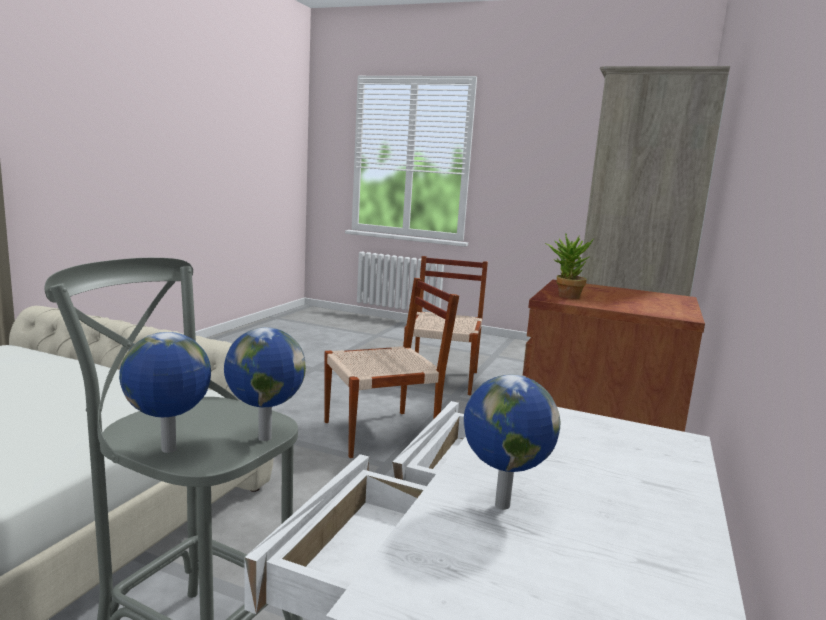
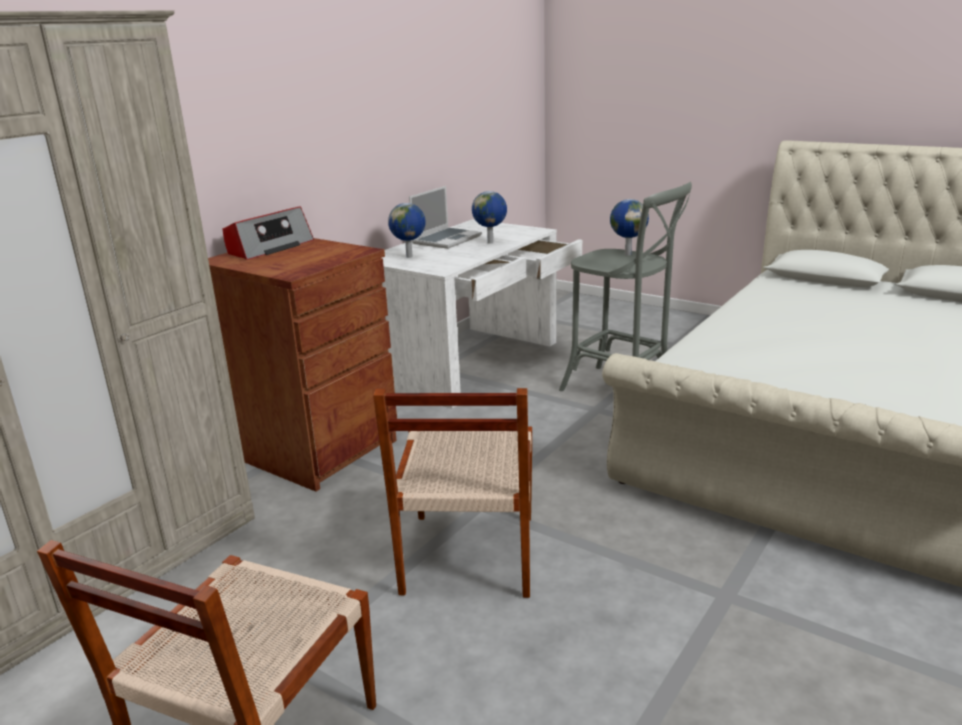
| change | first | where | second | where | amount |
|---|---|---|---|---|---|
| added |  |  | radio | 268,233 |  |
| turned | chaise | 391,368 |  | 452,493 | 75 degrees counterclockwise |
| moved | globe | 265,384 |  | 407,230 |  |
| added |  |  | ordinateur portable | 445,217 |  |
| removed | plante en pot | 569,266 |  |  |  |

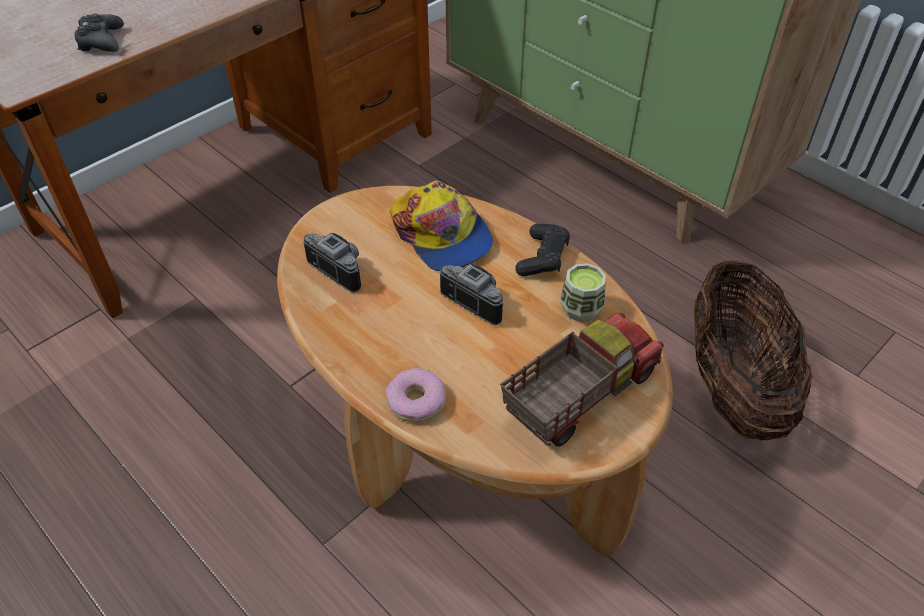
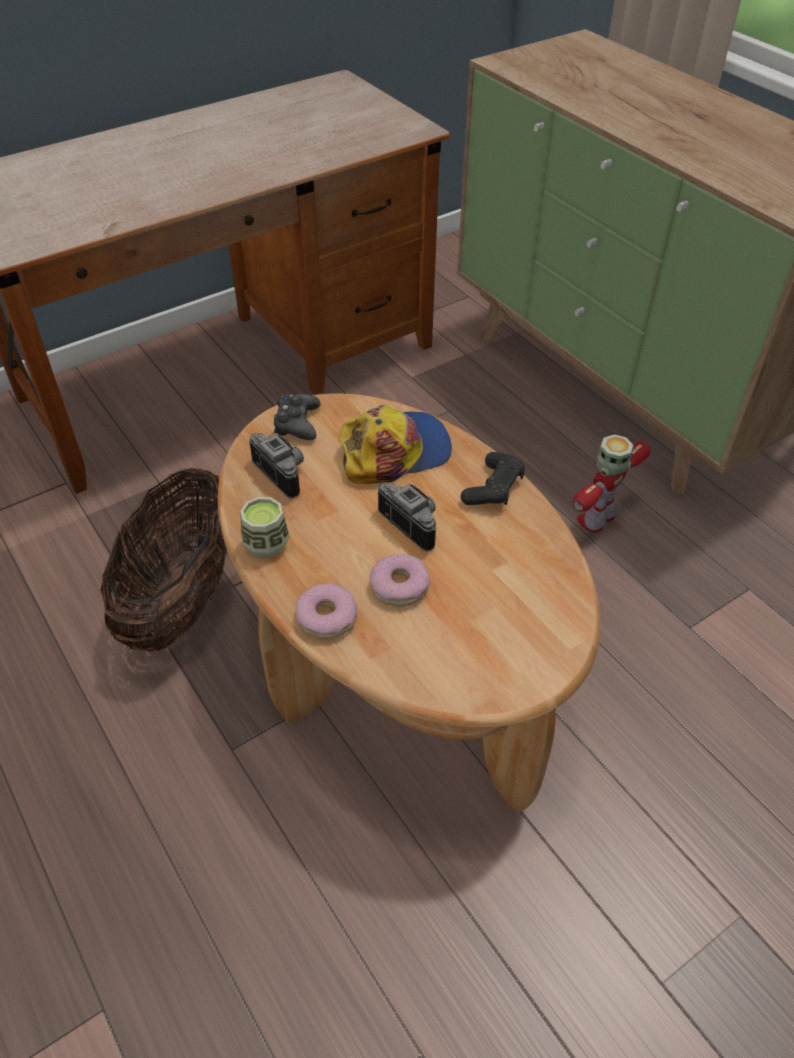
| change | first | where | second | where | amount |
|---|---|---|---|---|---|
| moved | panier | 753,350 |  | 163,560 |  |
| moved | tasse | 583,292 |  | 264,527 |  |
| moved | manette/noir | 99,33 |  | 297,417 |  |
| turned | casquette | 441,225 |  | 395,444 | 90 degrees counterclockwise |
| added |  |  | beignet | 399,580 |  |
| added |  |  | robot jouet | 611,483 |  |
| removed | camion jouet | 582,379 |  |  |  |

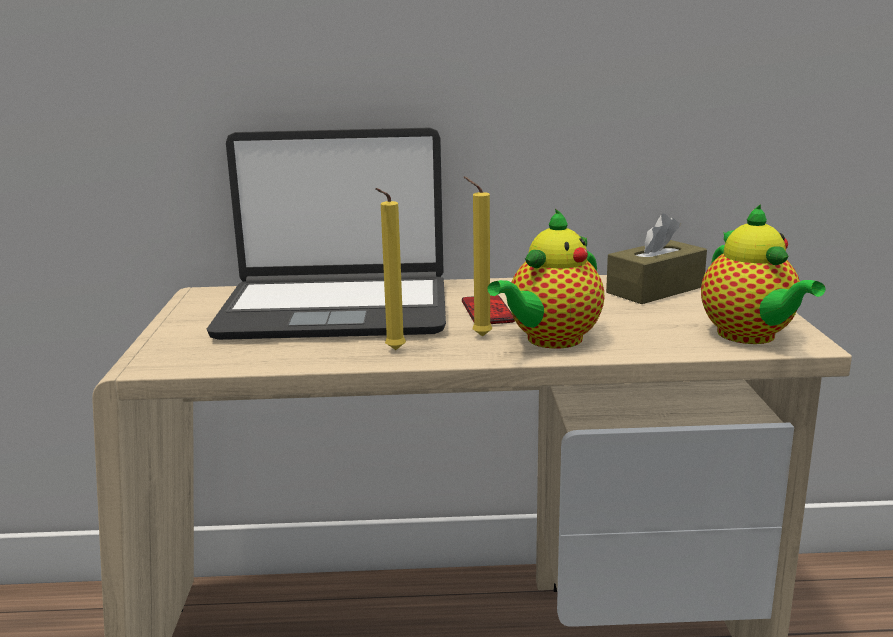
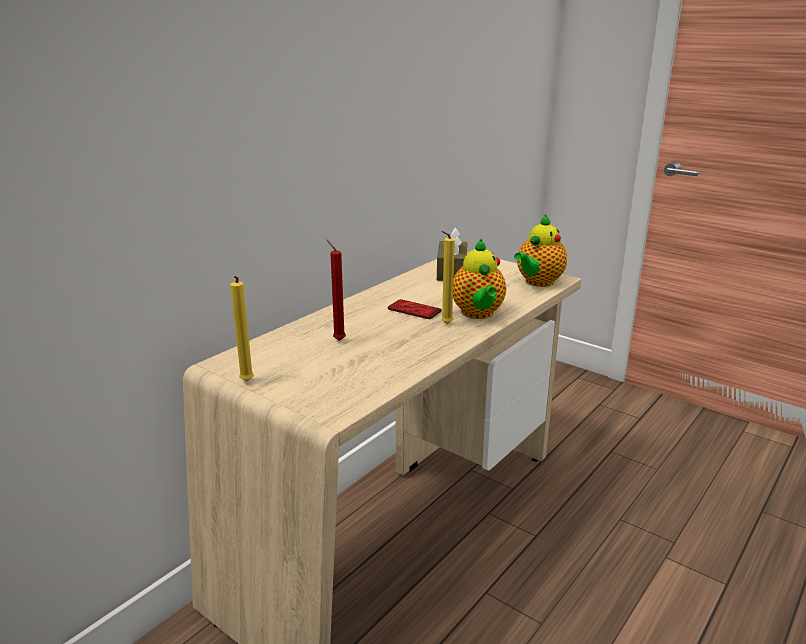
| change | first | where | second | where | amount |
|---|---|---|---|---|---|
| moved | bougie/jaune | 390,269 |  | 242,328 |  |
| replaced | ordinateur portable | 326,234 | bougie/rouge | 336,290 |  |
| turned | théière | 763,274 |  | 540,251 | 105 degrees clockwise |

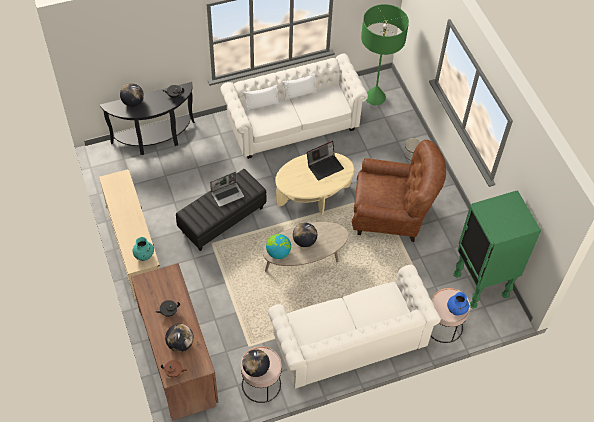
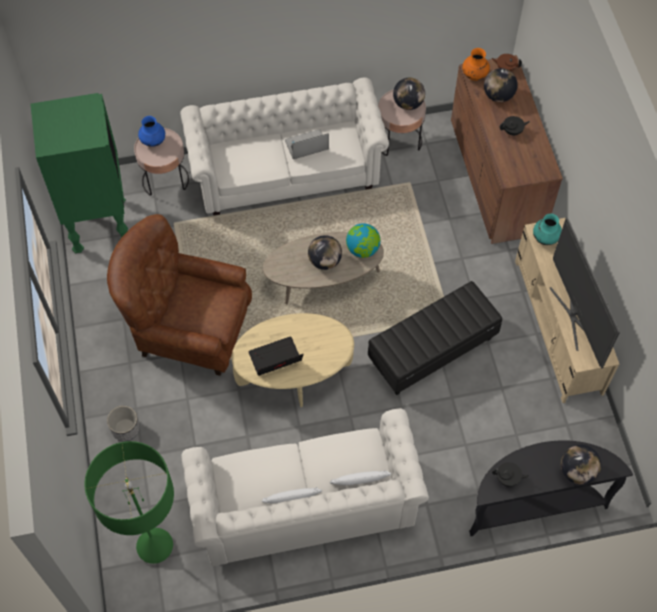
| change | first | where | second | where | amount |
|---|---|---|---|---|---|
| moved | ordinateur portable | 227,189 |  | 307,144 |  |
| added |  |  | vase/orange | 476,64 |  |
| added |  |  | téléviseur | 584,292 |  |

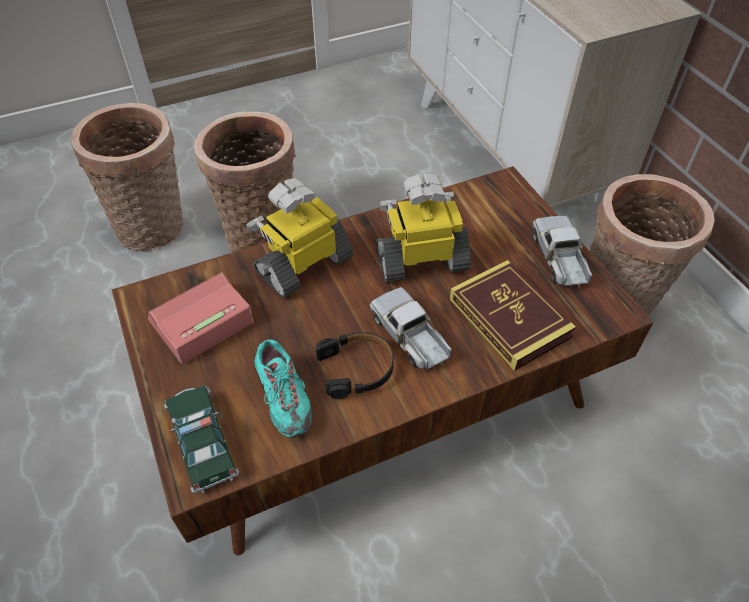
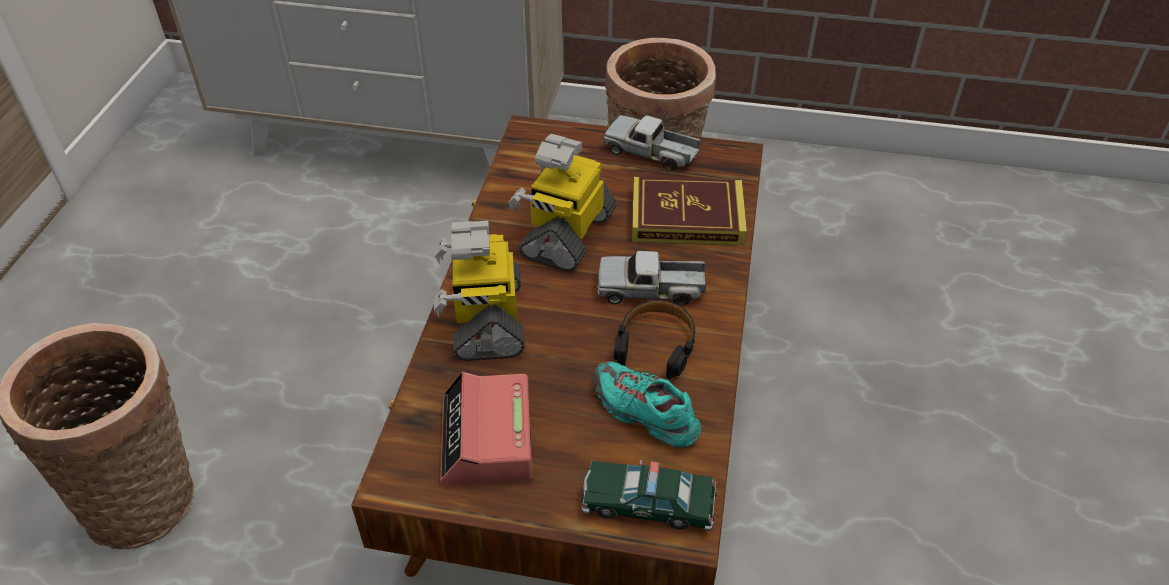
| change | first | where | second | where | amount |
|---|---|---|---|---|---|
| turned | chaussure/turquoise | 283,388 |  | 647,404 | 150 degrees counterclockwise |
| removed | panier | 245,182 |  |  |  |

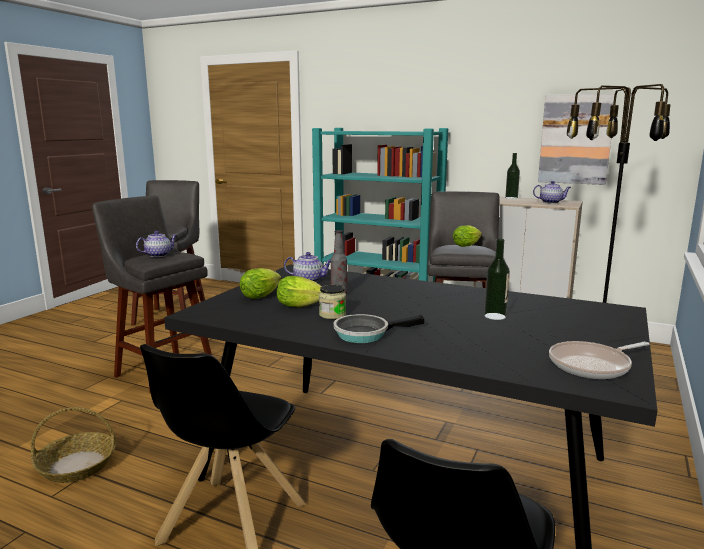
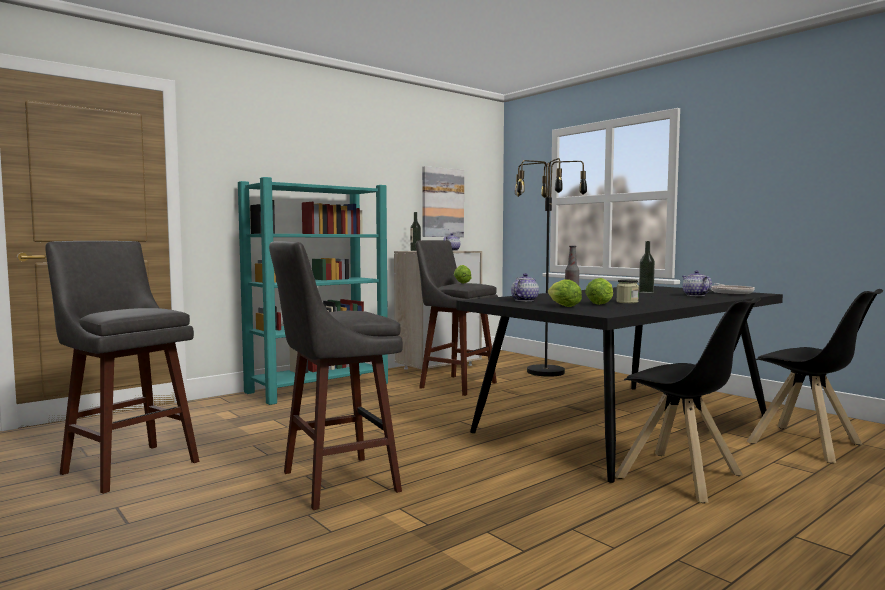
| change | first | where | second | where | amount |
|---|---|---|---|---|---|
| moved | théière | 156,244 |  | 697,283 |  |
| removed | panier | 73,445 |  |  |  |
| removed | poêle | 378,328 |  |  |  |

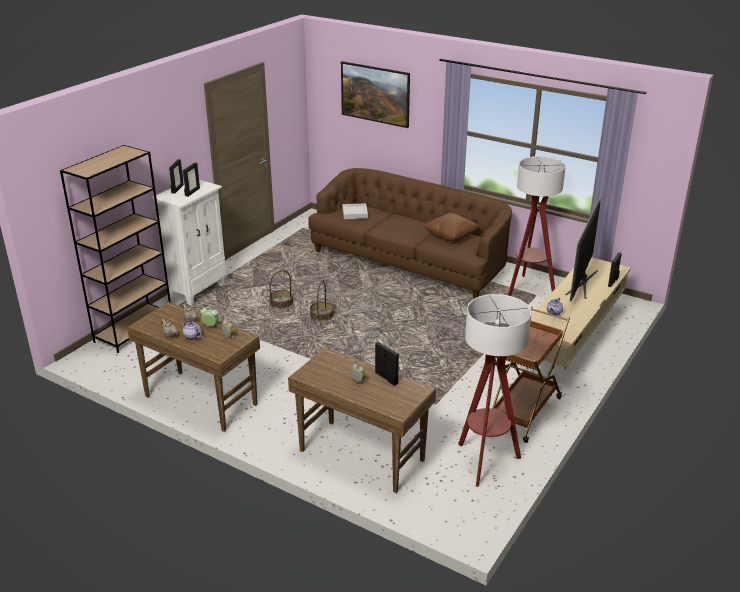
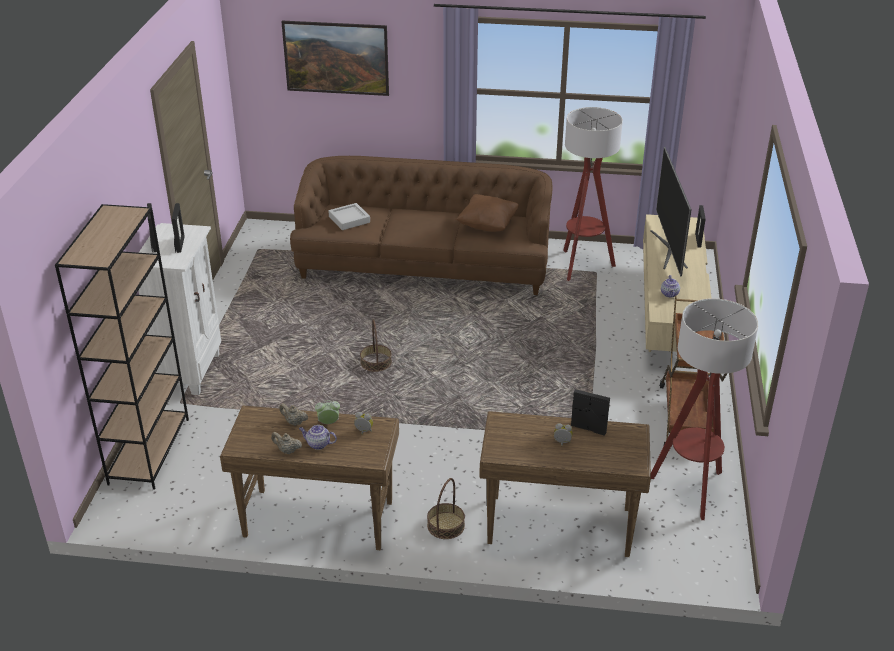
| change | first | where | second | where | amount |
|---|---|---|---|---|---|
| moved | panier | 281,289 |  | 446,508 |  |

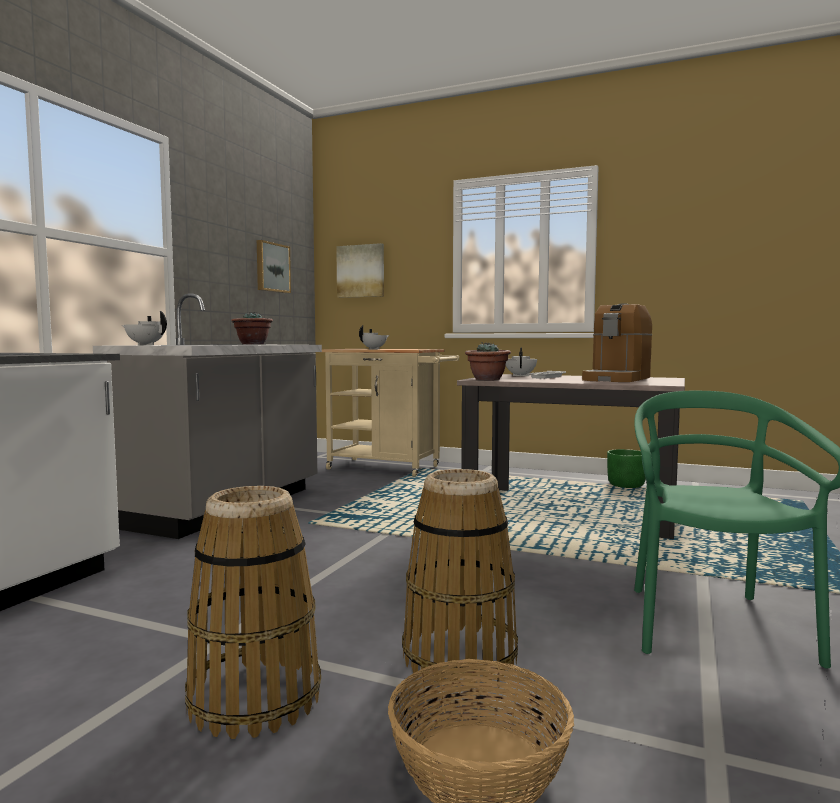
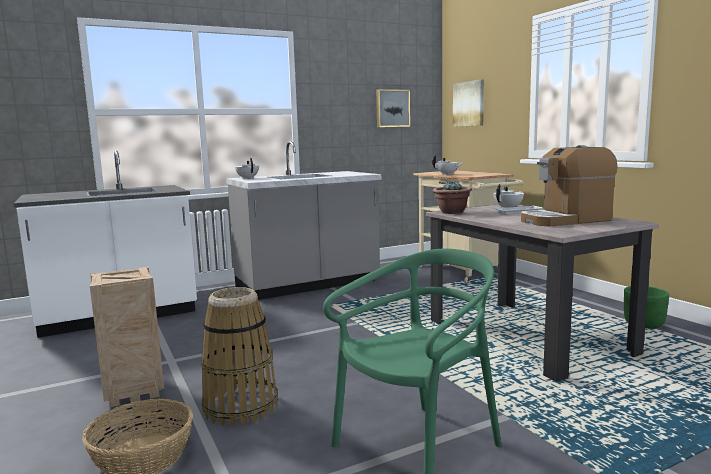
| change | first | where | second | where | amount |
|---|---|---|---|---|---|
| replaced | panier | 253,612 | caisse | 127,337 |  |
| removed | plante en pot | 252,328 |  |  |  |

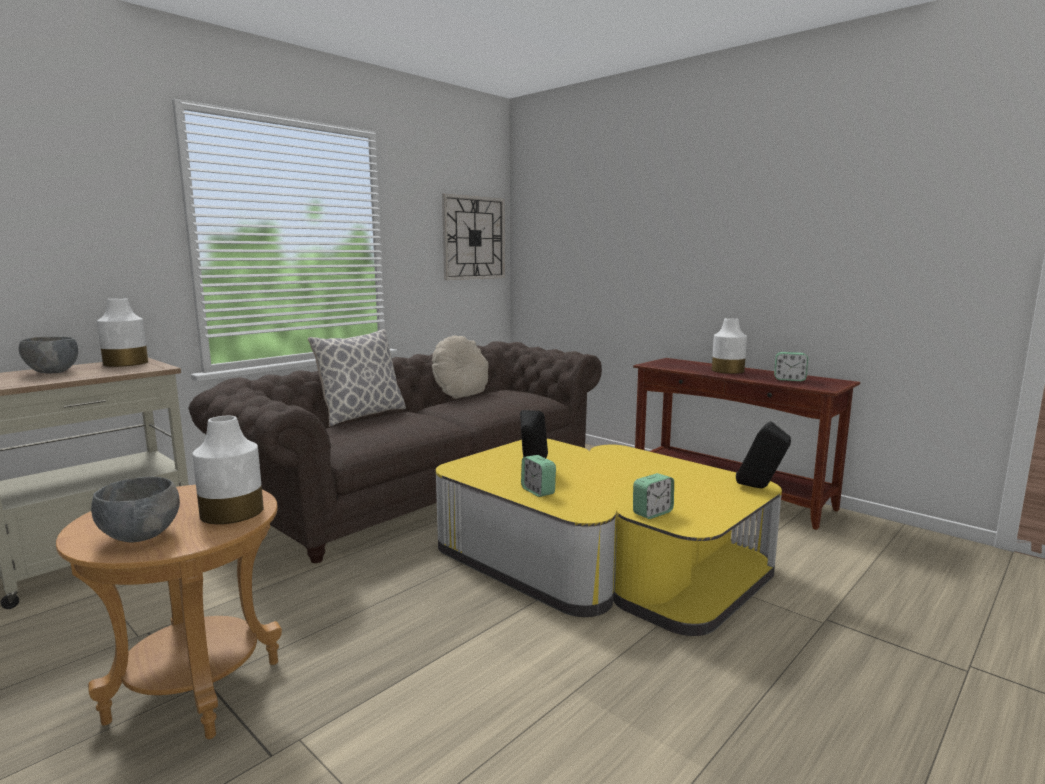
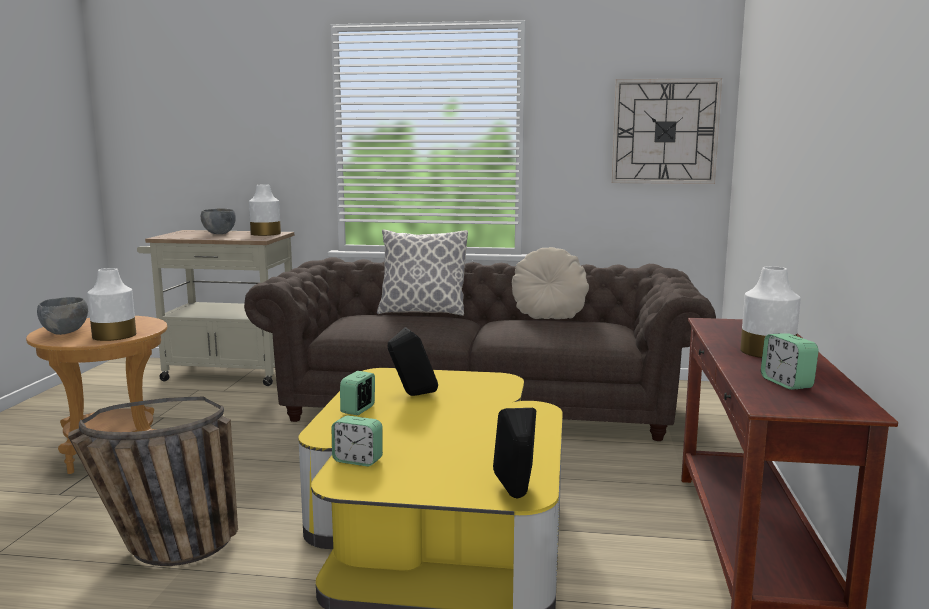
| change | first | where | second | where | amount |
|---|---|---|---|---|---|
| added |  |  | panier | 153,481 |  |

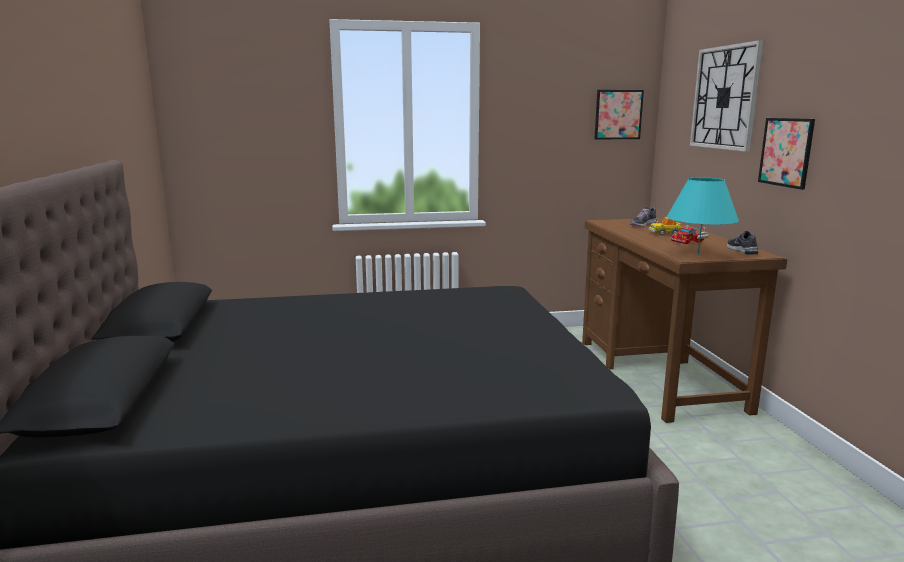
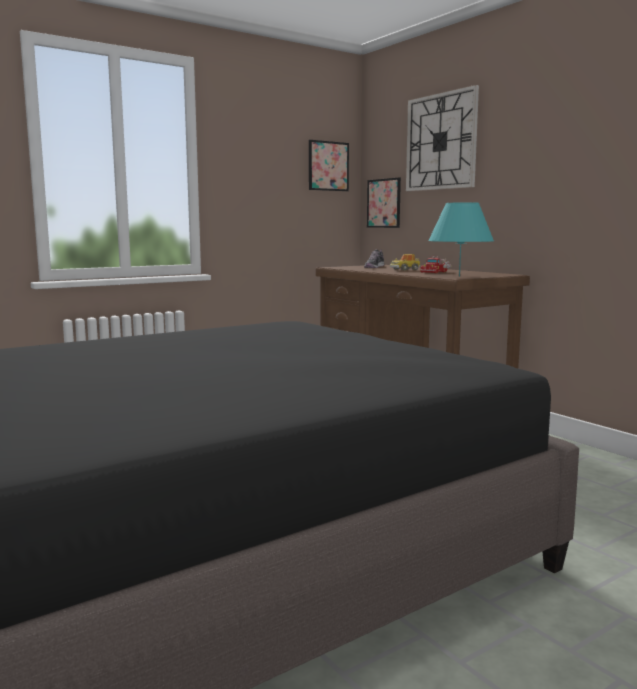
| change | first | where | second | where | amount |
|---|---|---|---|---|---|
| moved | tableau | 786,154 |  | 384,203 |  |
| removed | chaussure | 742,243 |  |  |  |

